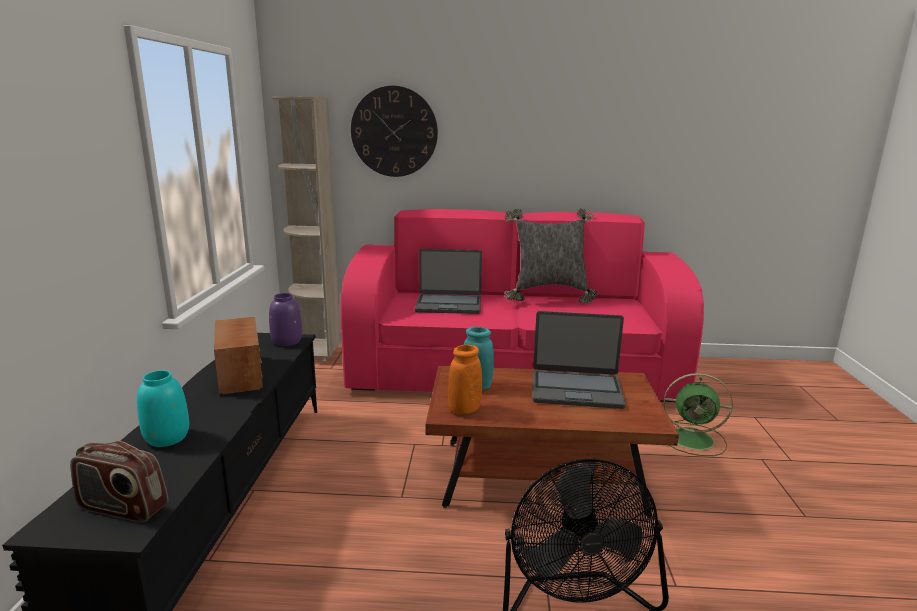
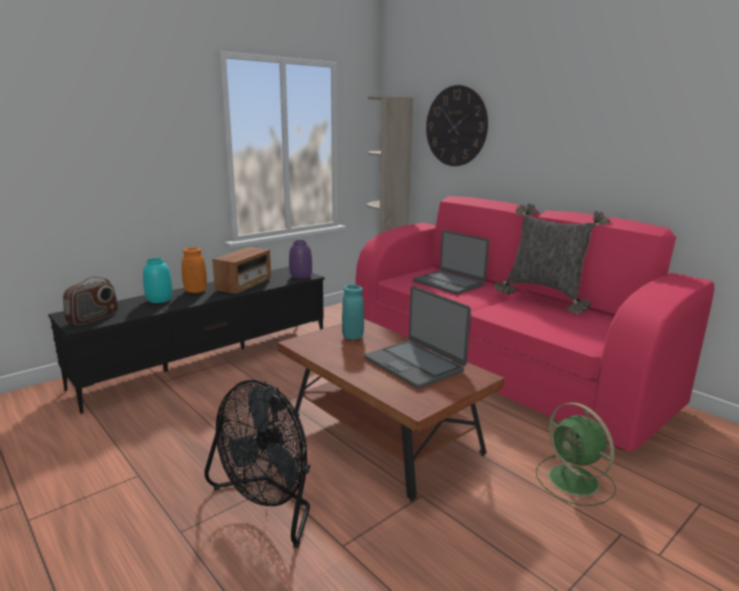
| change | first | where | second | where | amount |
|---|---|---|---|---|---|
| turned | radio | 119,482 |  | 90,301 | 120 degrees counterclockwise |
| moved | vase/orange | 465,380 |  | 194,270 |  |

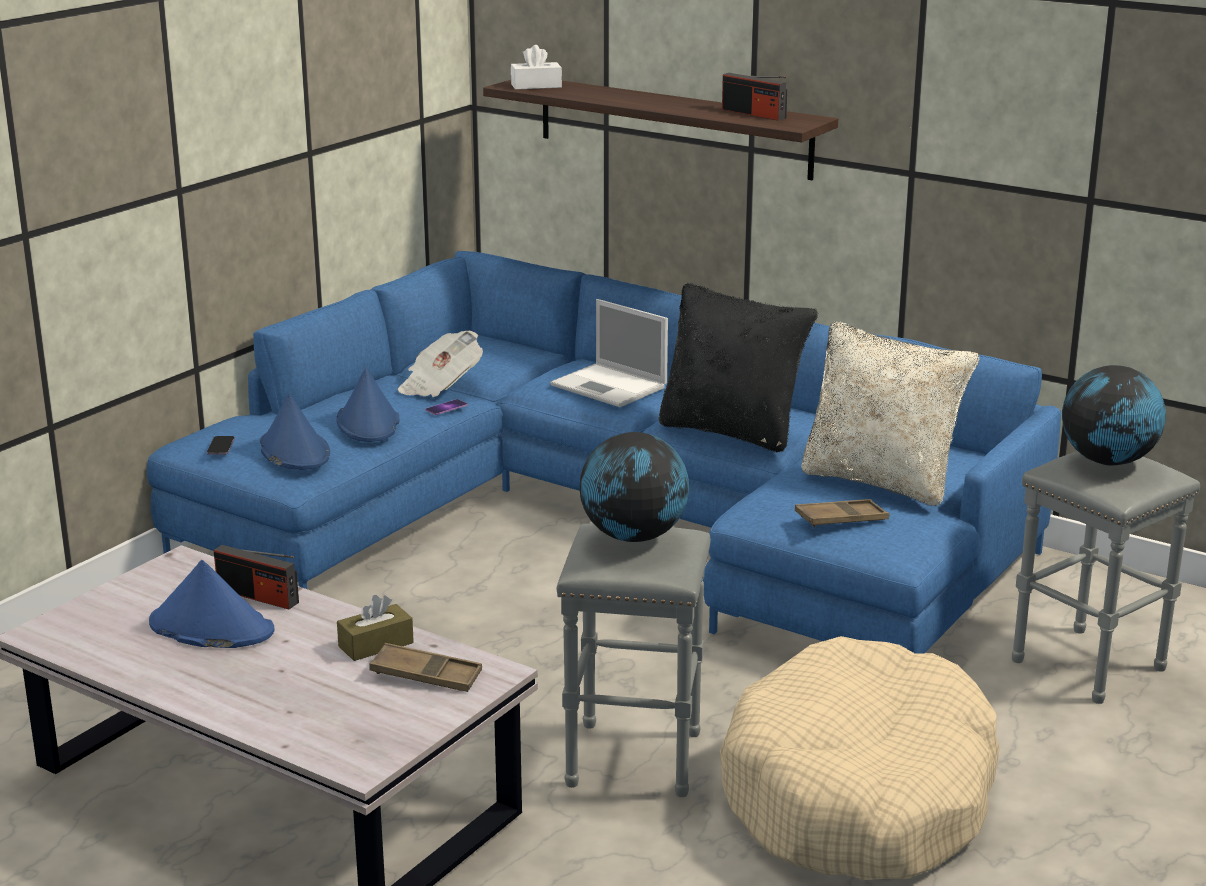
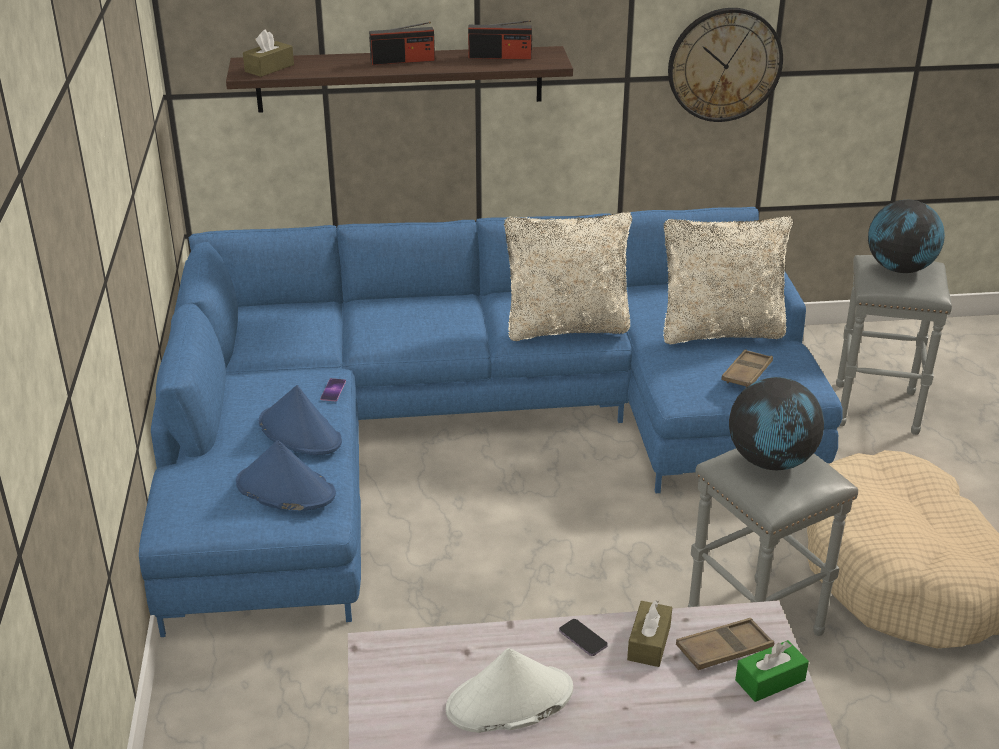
| change | first | where | second | where | amount |
|---|---|---|---|---|---|
| recoloured | boîte à mouchoirs/blanc | 536,67 | boîte à mouchoirs/marron | 268,53 |  |
| moved | radio | 256,577 |  | 402,43 |  |
| recoloured | chapeau/bleu | 212,604 | chapeau/blanc | 509,690 |  |
| recoloured | coussin/noir | 738,368 | coussin/beige | 568,276 |  |
| moved | téléphone | 221,445 |  | 583,637 |  |
| added |  |  | horloge murale | 725,65 |  |
| added |  |  | boîte à mouchoirs/vert | 772,671 |  |
| removed | journal | 440,364 |  |  |  |
| removed | ordinateur portable | 609,353 |  |  |  |

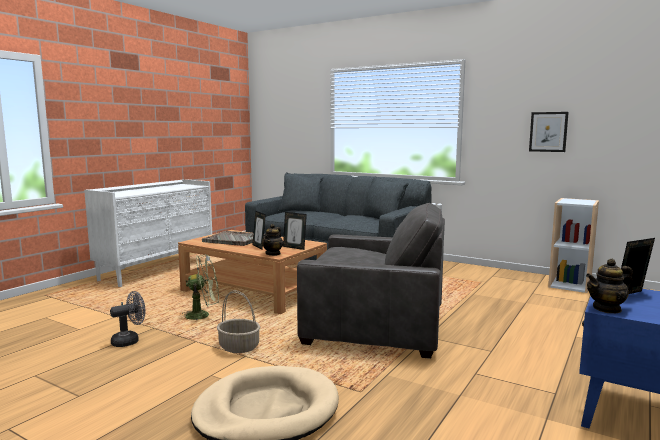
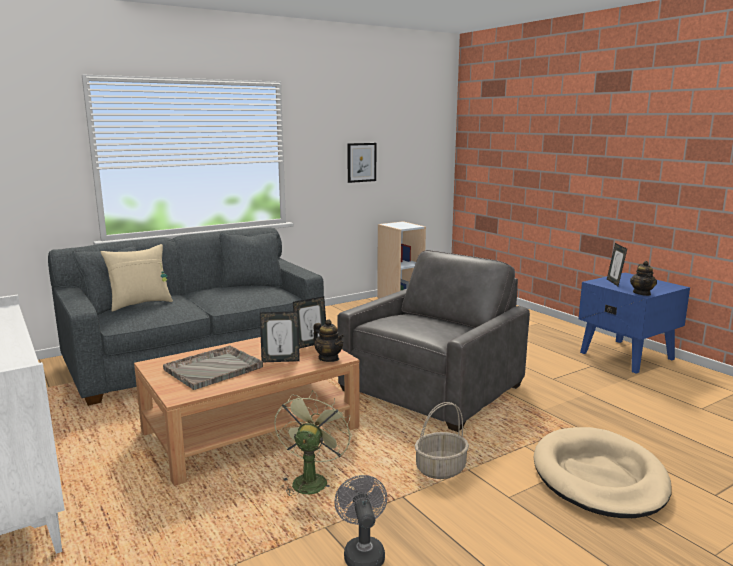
| change | first | where | second | where | amount |
|---|---|---|---|---|---|
| added |  |  | coussin/beige | 137,278 |  |

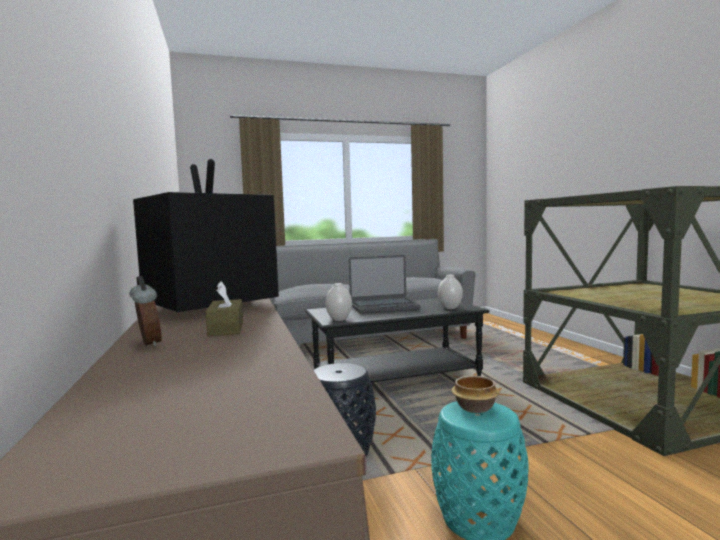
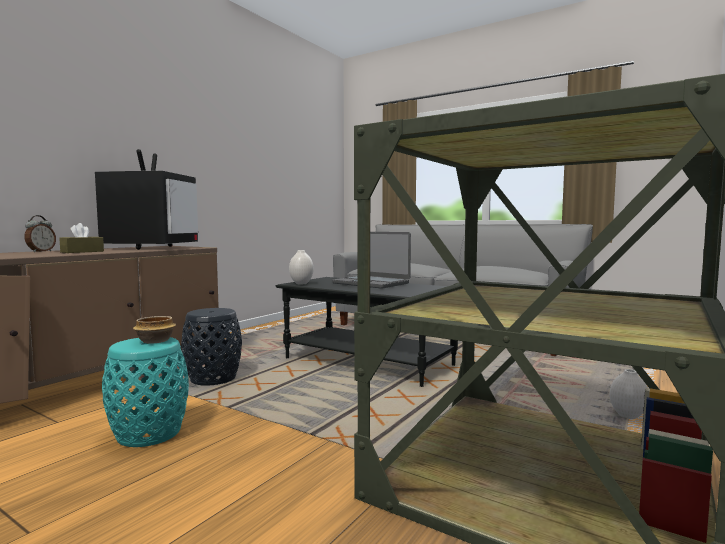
| change | first | where | second | where | amount |
|---|---|---|---|---|---|
| moved | vase/blanc | 450,292 |  | 629,394 |  |

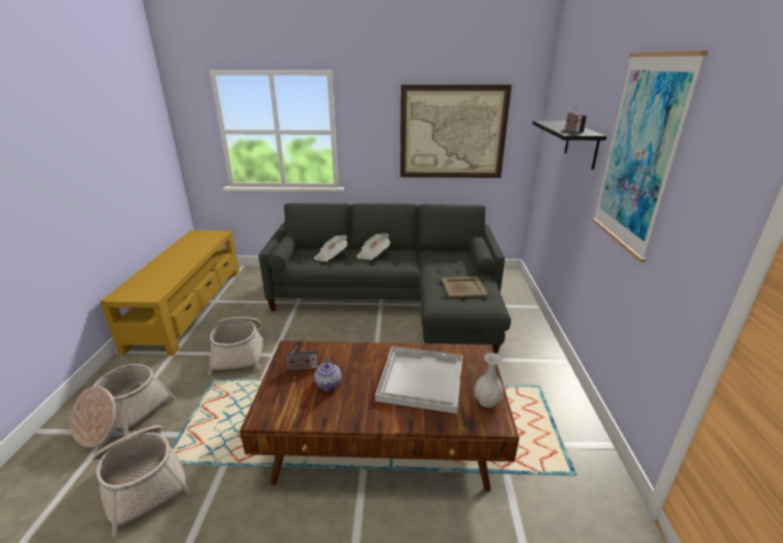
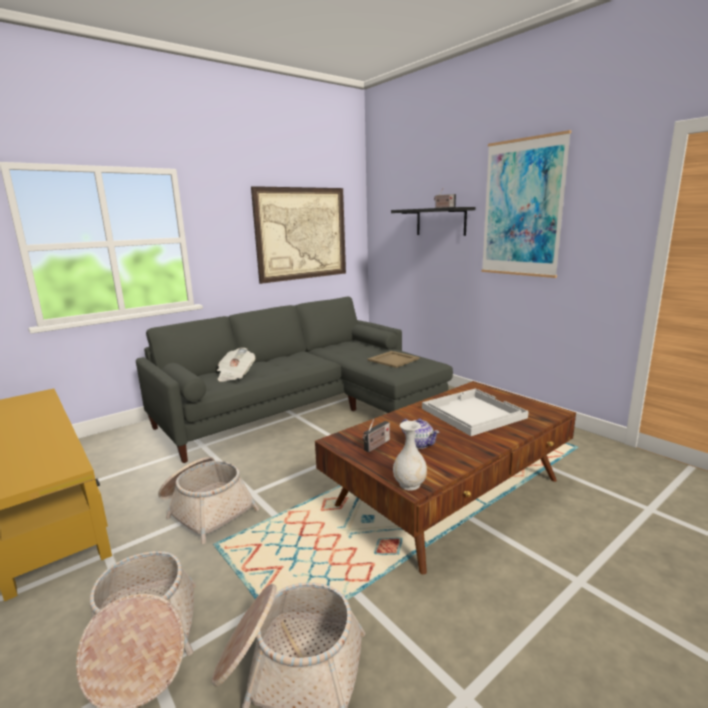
| change | first | where | second | where | amount |
|---|---|---|---|---|---|
| moved | vase/blanc | 488,380 |  | 410,455 |  |
| removed | journal | 373,246 |  |  |  |

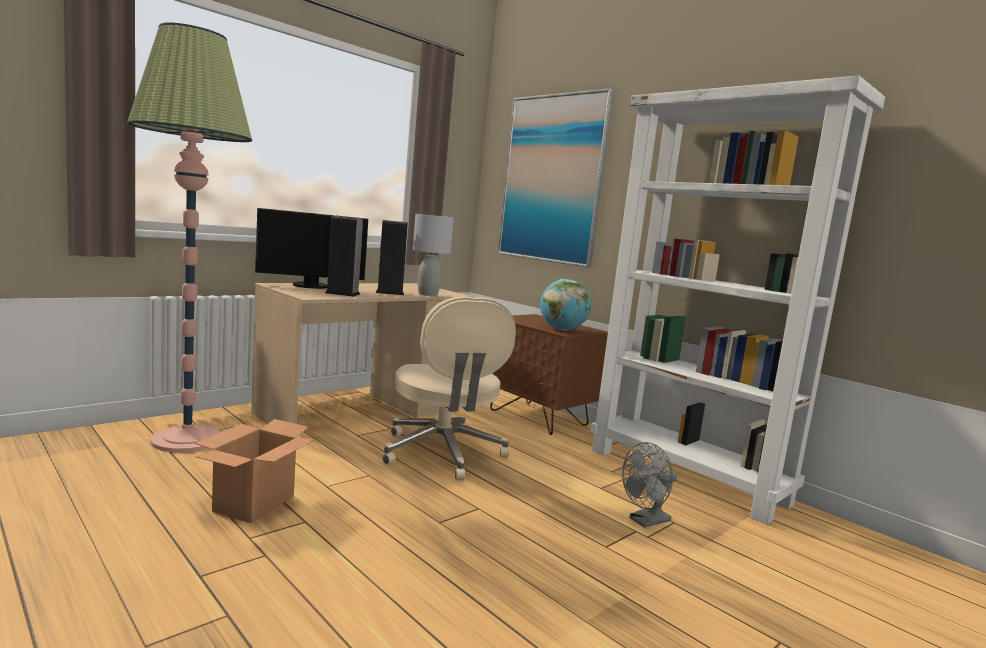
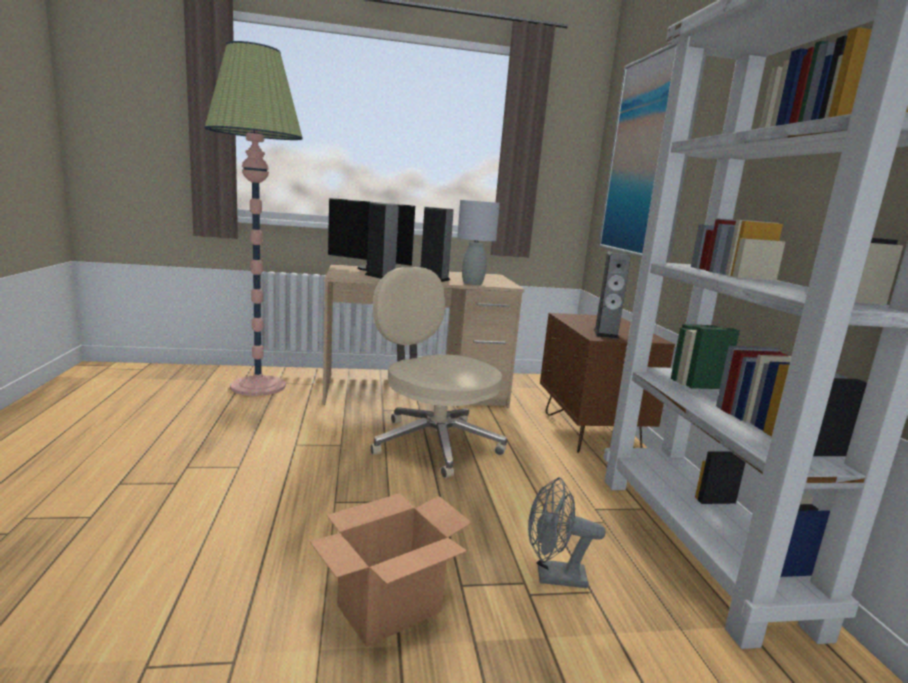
| change | first | where | second | where | amount |
|---|---|---|---|---|---|
| moved | carton | 255,471 |  | 390,570 |  |
| turned | chaise de bureau/beige | 449,388 |  | 439,372 | 120 degrees clockwise |
| replaced | globe | 565,305 | enceinte | 612,295 |  |

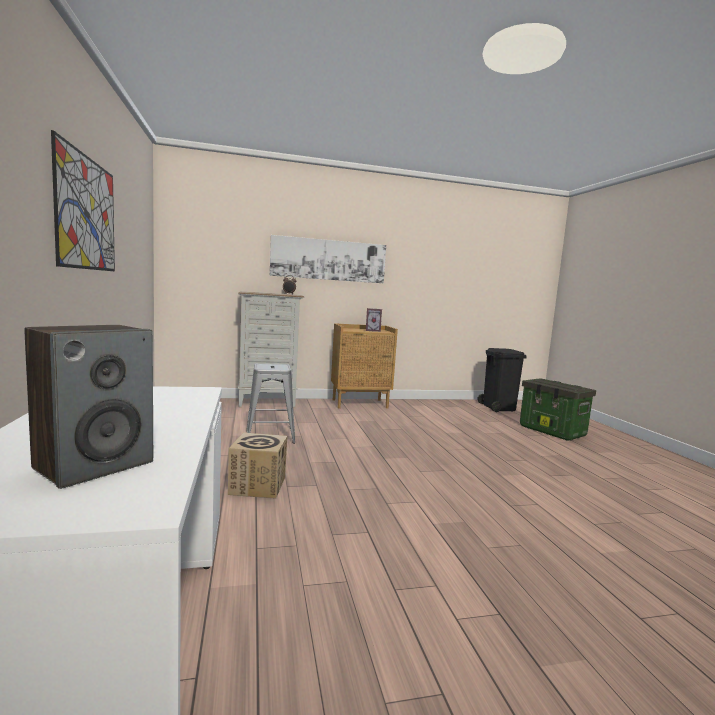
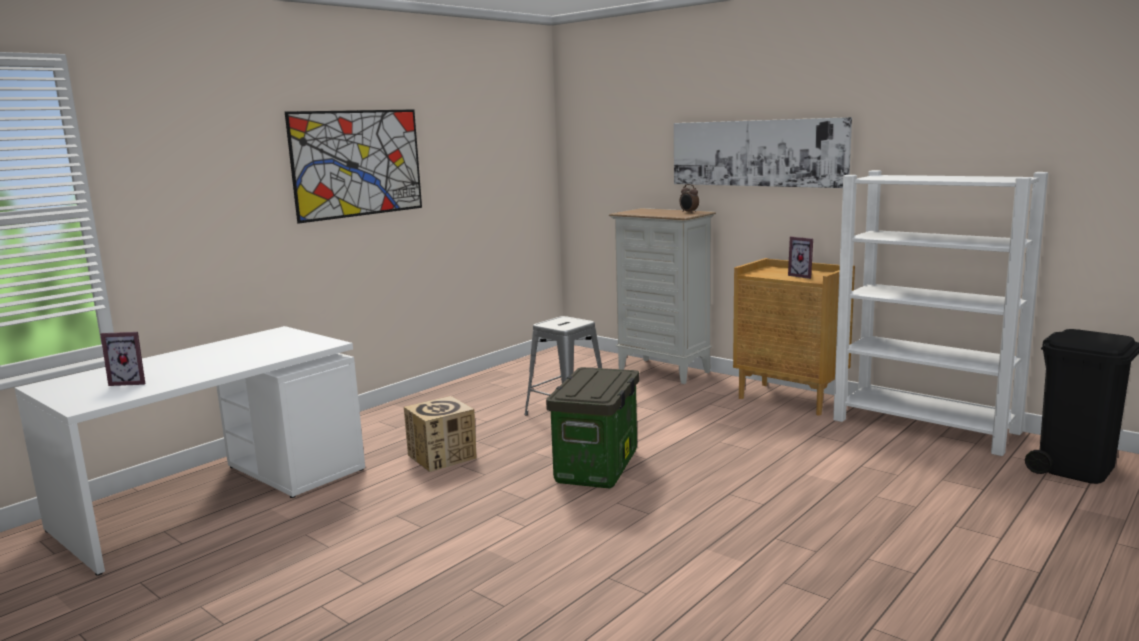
| change | first | where | second | where | amount |
|---|---|---|---|---|---|
| replaced | enceinte | 89,407 | cadre photo | 122,359 |  |
| moved | boîte de rangement | 558,410 |  | 592,428 |  |
| added |  |  | bibliothèque/blanc | 940,313 |  |

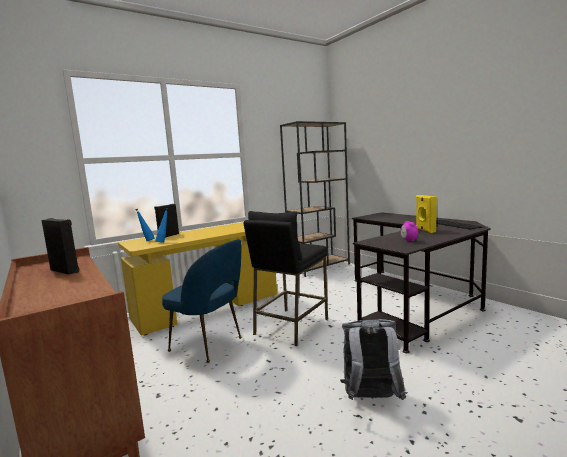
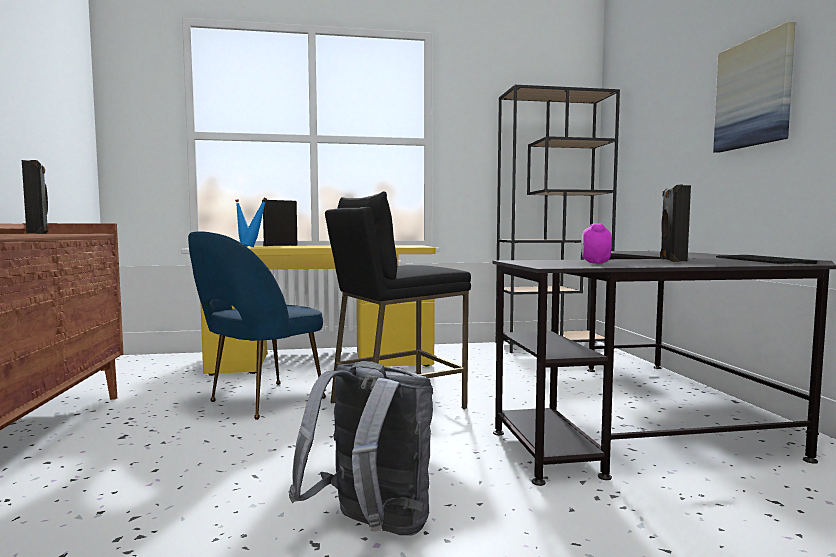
| change | first | where | second | where | amount |
|---|---|---|---|---|---|
| turned | chaise/bleu | 201,301 |  | 257,326 | 75 degrees clockwise |
| recoloured | enceinte/jaune | 426,214 | enceinte/noir | 675,223 |  |
| added |  |  | tableau | 754,87 |  |

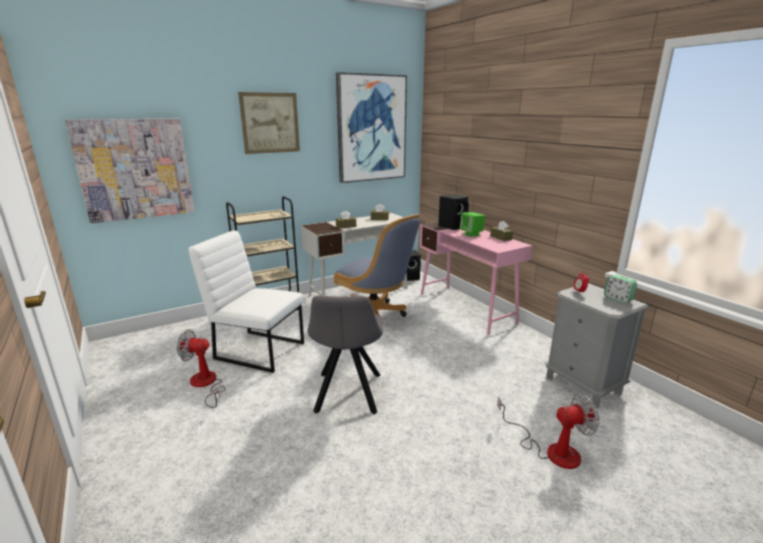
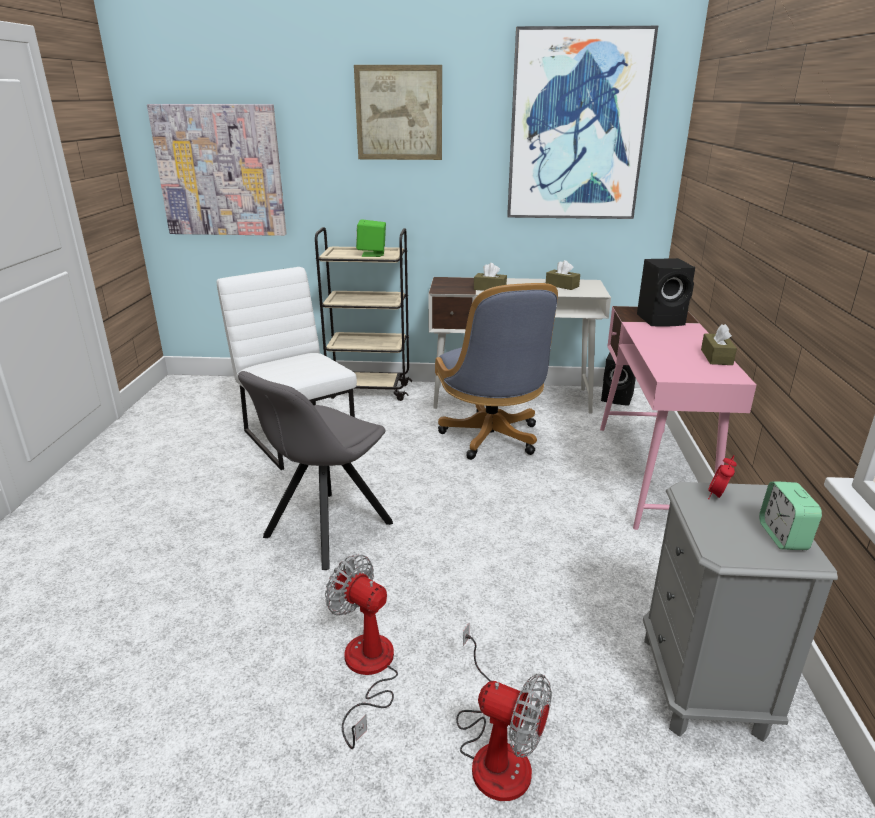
| change | first | where | second | where | amount |
|---|---|---|---|---|---|
| moved | ventilateur | 201,368 |  | 361,651 |  |
| moved | enceinte/vert | 472,224 |  | 371,238 |  |

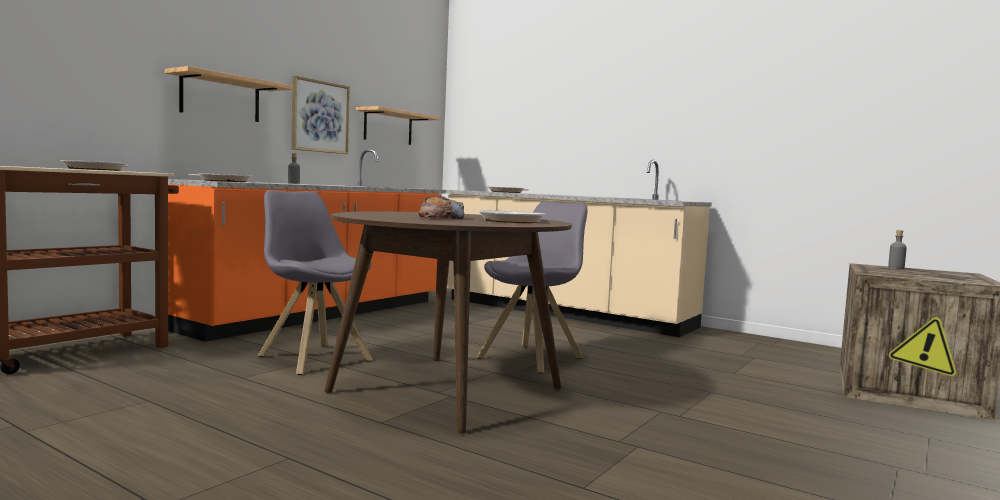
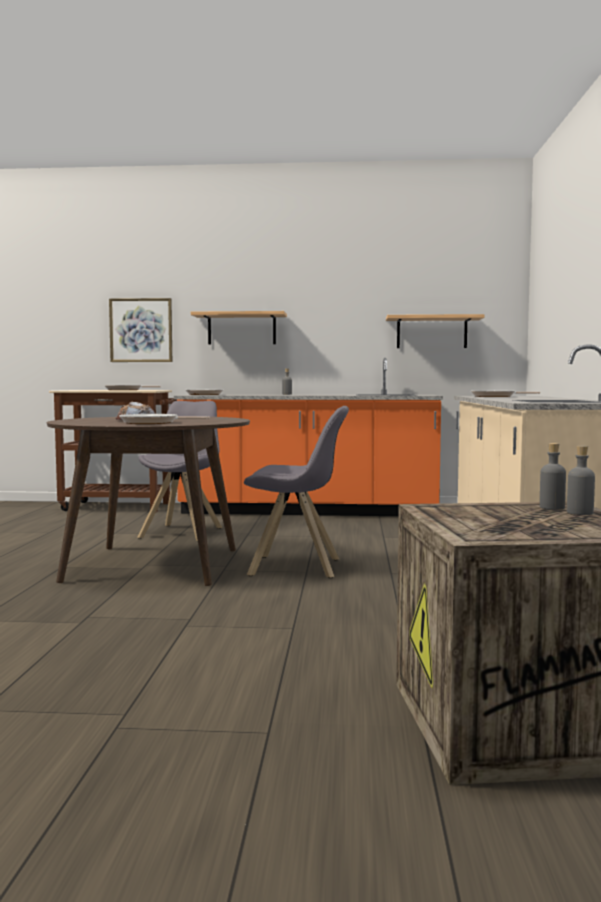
| change | first | where | second | where | amount |
|---|---|---|---|---|---|
| moved | tableau | 320,115 |  | 140,330 |  |
| added |  |  | bouteille/gris | 553,476 |  |

